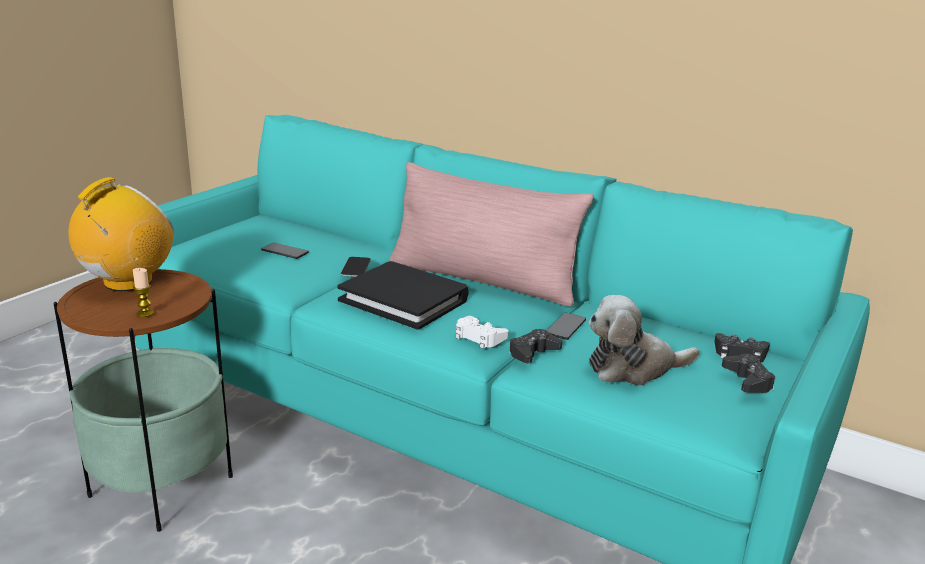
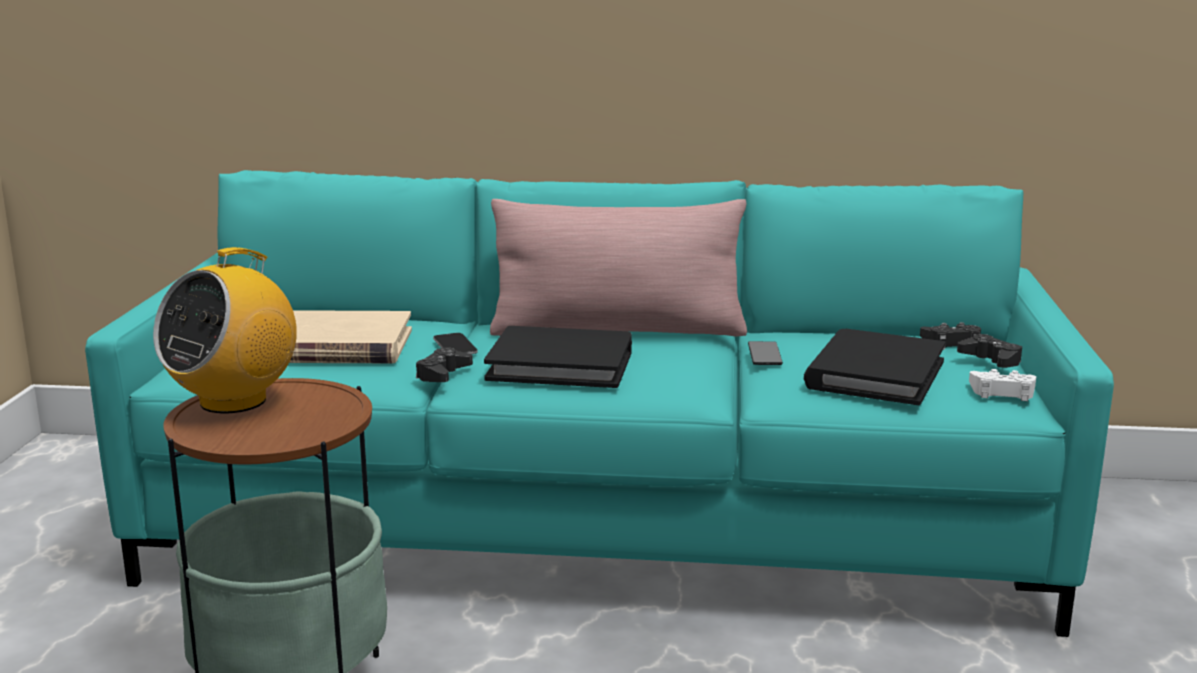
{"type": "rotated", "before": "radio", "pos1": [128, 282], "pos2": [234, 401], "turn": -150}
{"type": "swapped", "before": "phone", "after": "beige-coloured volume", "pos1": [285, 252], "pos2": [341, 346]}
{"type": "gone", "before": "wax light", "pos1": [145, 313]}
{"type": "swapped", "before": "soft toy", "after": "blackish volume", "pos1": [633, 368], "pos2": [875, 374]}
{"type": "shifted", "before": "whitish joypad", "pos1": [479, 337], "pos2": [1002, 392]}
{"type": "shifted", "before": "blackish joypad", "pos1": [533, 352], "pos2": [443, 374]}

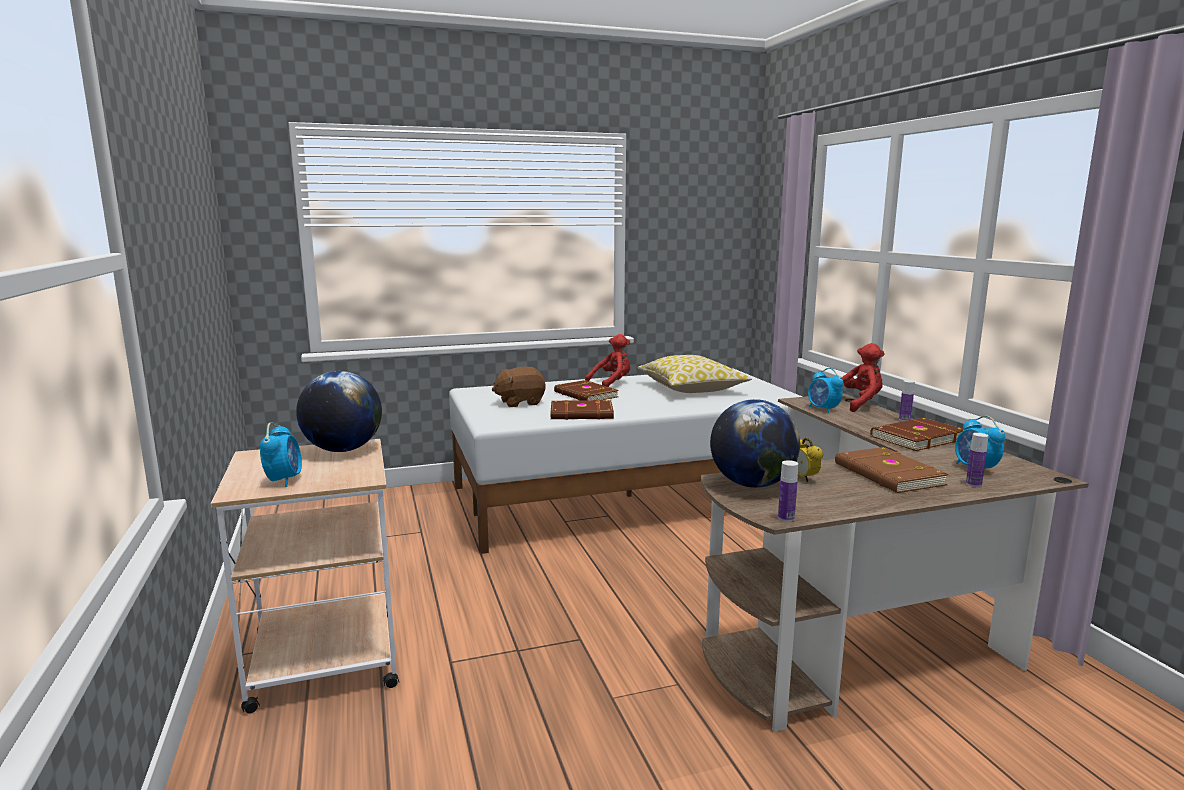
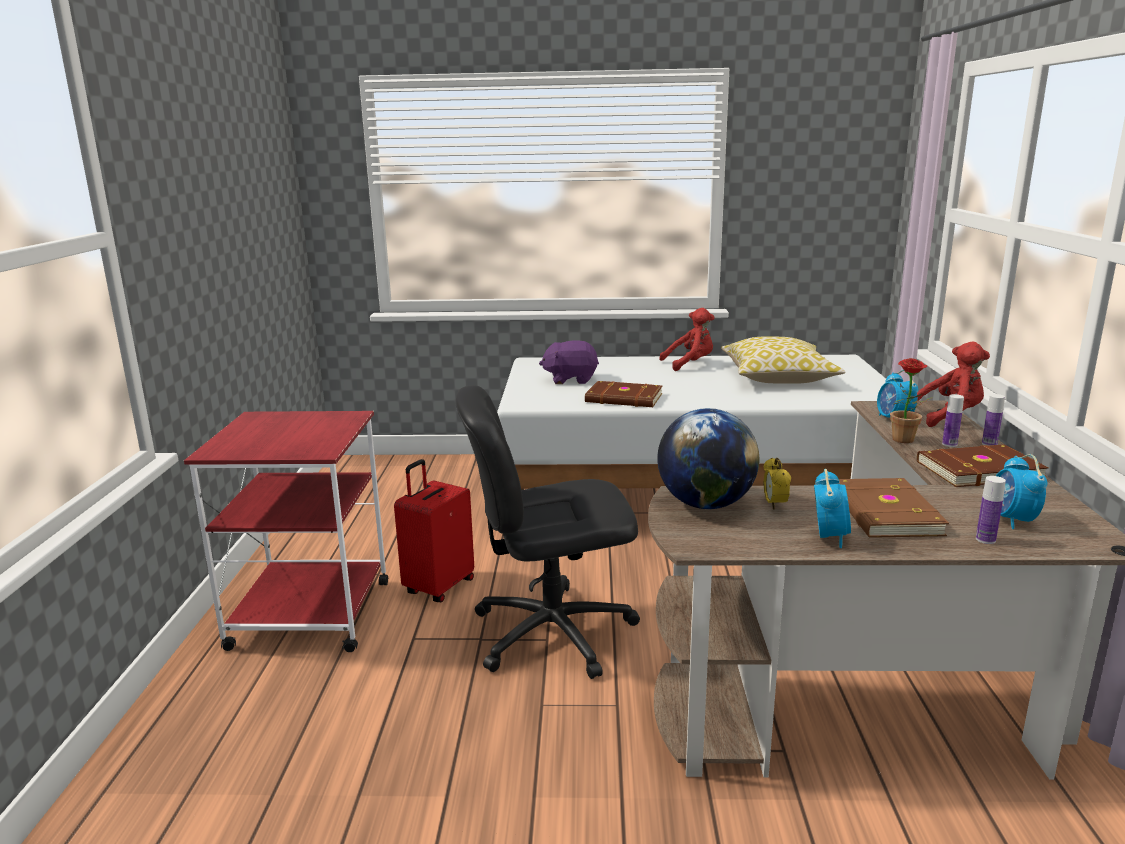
{"type": "repainted", "before": "brown-coloured soft toy", "after": "purplish soft toy", "pos1": [520, 402], "pos2": [570, 379]}
{"type": "gone", "before": "world globe", "pos1": [343, 450]}
{"type": "gone", "before": "brown-coloured volume", "pos1": [585, 395]}
{"type": "shifted", "before": "alarm clock", "pos1": [284, 480], "pos2": [829, 537]}
{"type": "repainted", "before": "beige-coloured trolley", "after": "red trolley", "pos1": [325, 657], "pos2": [311, 612]}
{"type": "shifted", "before": "beverage bottle", "pos1": [786, 518], "pos2": [949, 444]}
{"type": "new", "after": "plant in a pot", "pos2": [905, 441]}
{"type": "new", "after": "blackish desk chair", "pos2": [552, 632]}
{"type": "new", "after": "red suitcase", "pos2": [438, 587]}

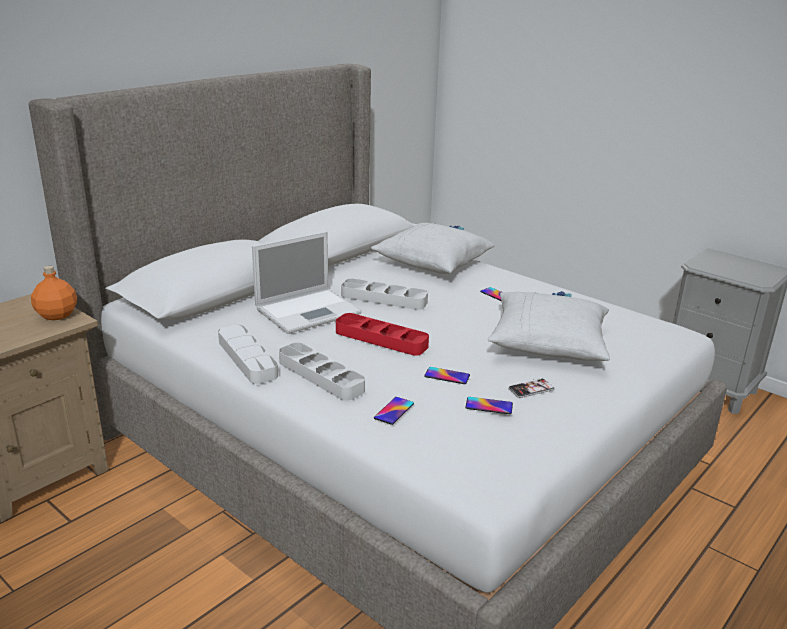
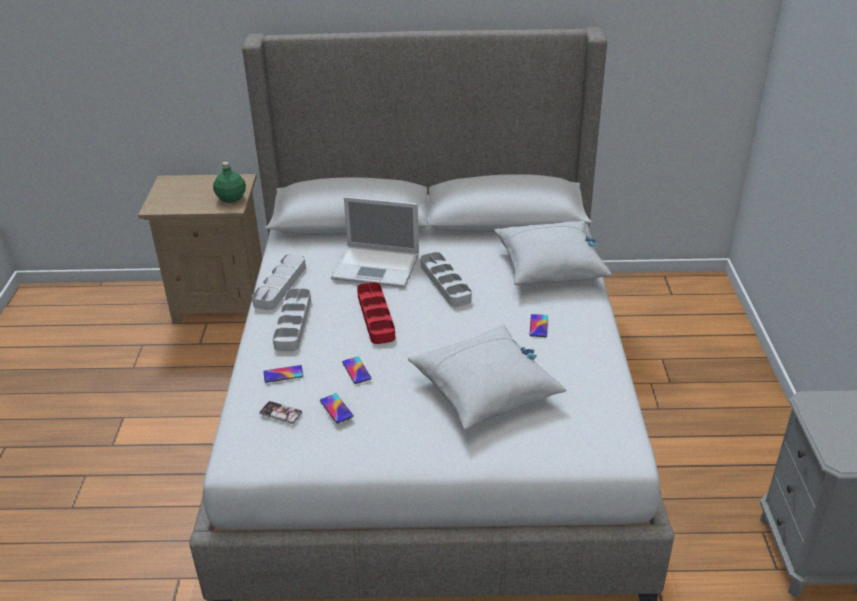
{"type": "repainted", "before": "orange-coloured beverage bottle", "after": "greenish beverage bottle", "pos1": [56, 315], "pos2": [231, 198]}
{"type": "shifted", "before": "phone", "pos1": [531, 389], "pos2": [281, 413]}

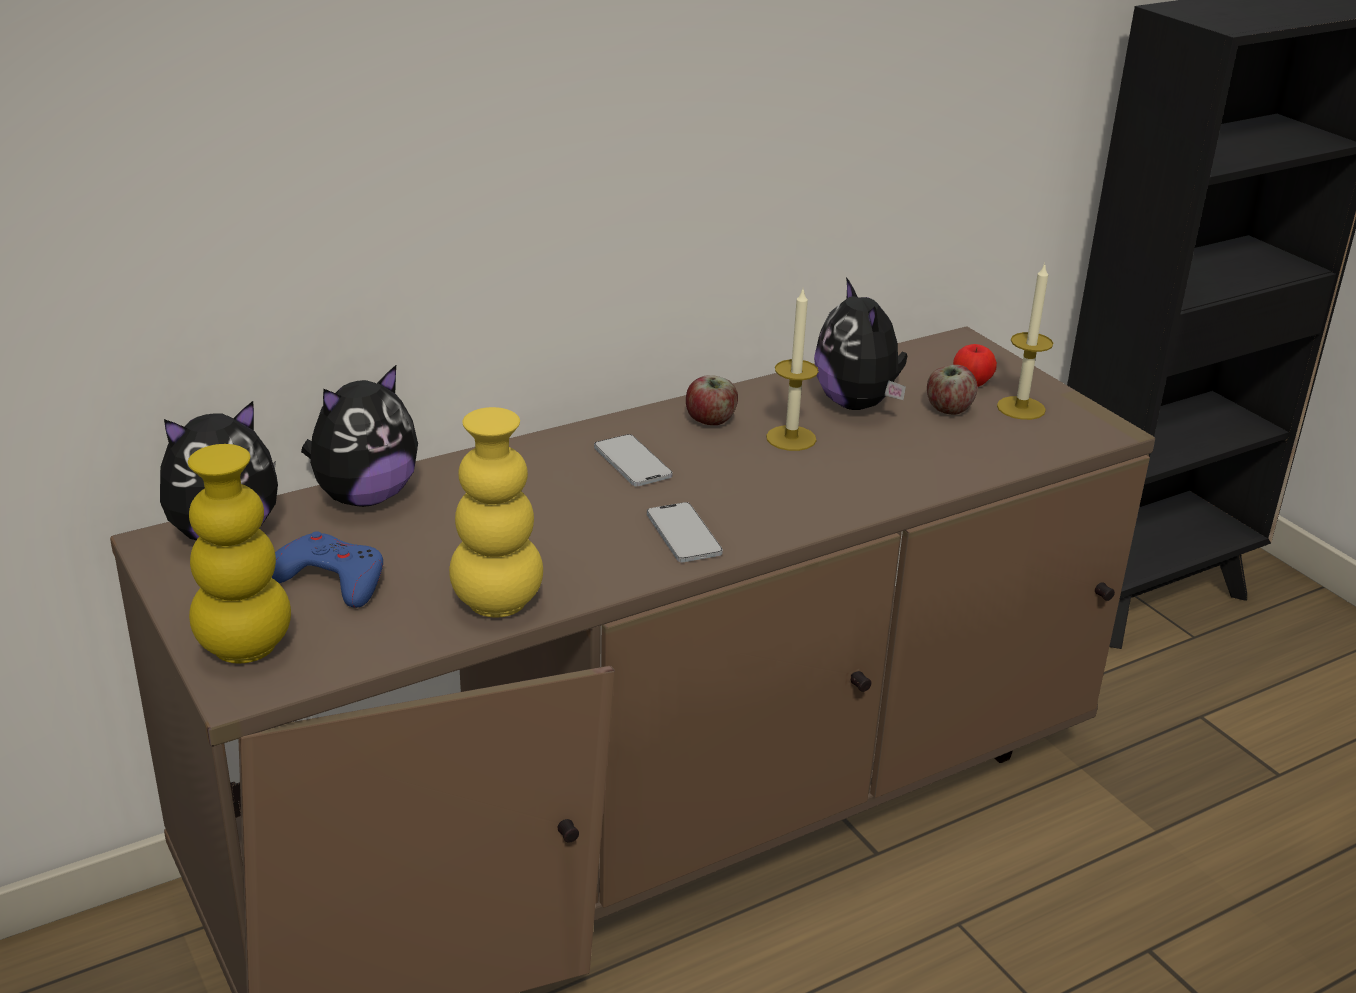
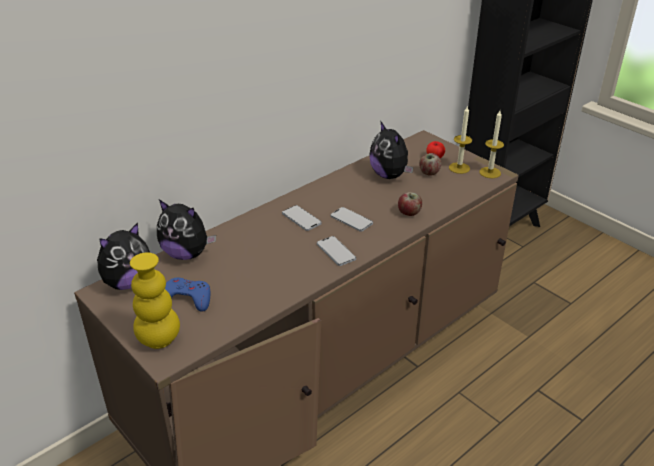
{"type": "shifted", "before": "wax light", "pos1": [791, 438], "pos2": [490, 172]}
{"type": "rotated", "before": "soft toy", "pos1": [364, 497], "pos2": [186, 254], "turn": 75}
{"type": "shifted", "before": "apple", "pos1": [710, 421], "pos2": [409, 213]}
{"type": "gone", "before": "yellowish decorative vase", "pos1": [497, 603]}
{"type": "new", "after": "phone", "pos2": [351, 220]}

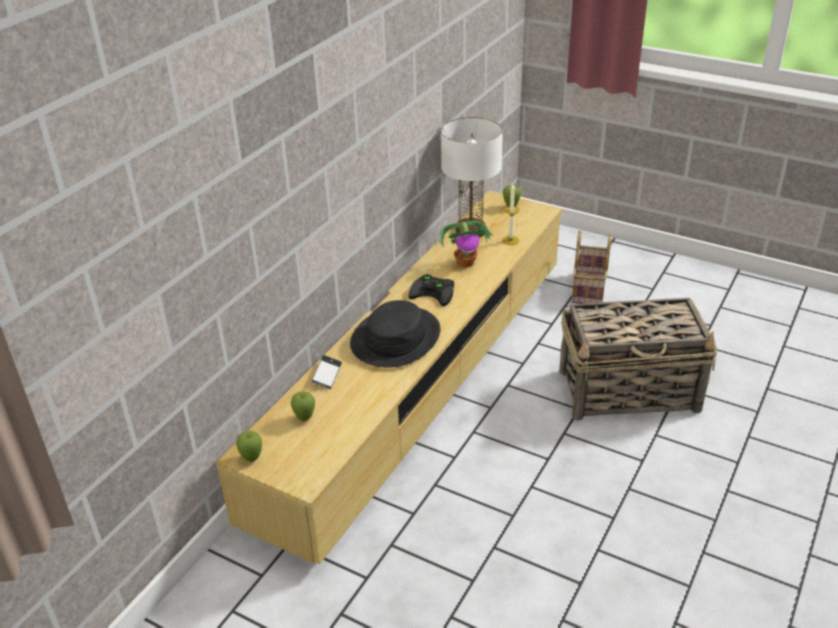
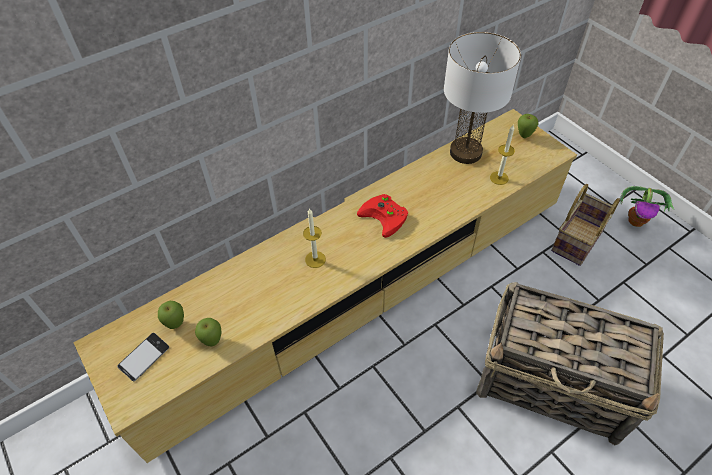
{"type": "shifted", "before": "plant in a pot", "pos1": [466, 262], "pos2": [636, 221]}
{"type": "repainted", "before": "blackish joypad", "after": "red joypad", "pos1": [435, 292], "pos2": [386, 217]}
{"type": "swapped", "before": "blackish clothing hat", "after": "wax light", "pos1": [395, 338], "pos2": [315, 259]}
{"type": "shifted", "before": "phone", "pos1": [327, 375], "pos2": [145, 358]}
{"type": "shifted", "before": "apple", "pos1": [252, 459], "pos2": [213, 341]}

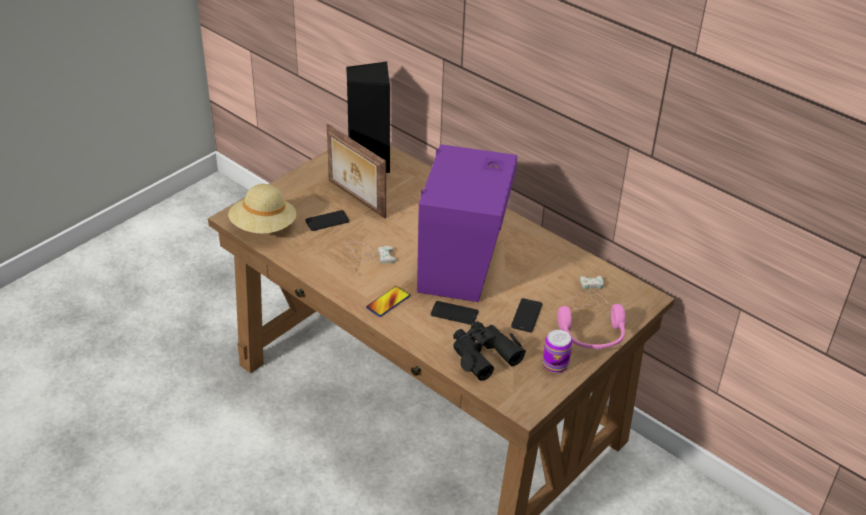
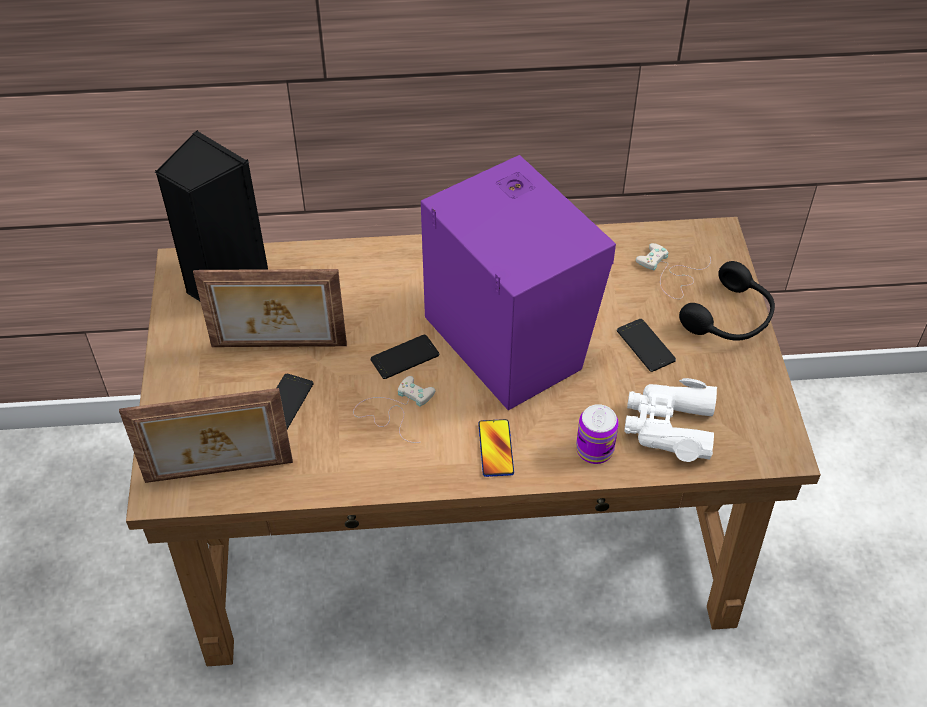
{"type": "swapped", "before": "beige-coloured clothing hat", "after": "photo frame", "pos1": [263, 227], "pos2": [219, 473]}
{"type": "shifted", "before": "phone", "pos1": [454, 313], "pos2": [405, 357]}
{"type": "repainted", "before": "pink-coloured pair of headphones", "after": "blackish pair of headphones", "pos1": [592, 336], "pos2": [730, 318]}
{"type": "repainted", "before": "blackish field glasses", "after": "whitish field glasses", "pos1": [483, 354], "pos2": [669, 426]}
{"type": "shifted", "before": "sealed can", "pos1": [555, 364], "pos2": [594, 450]}

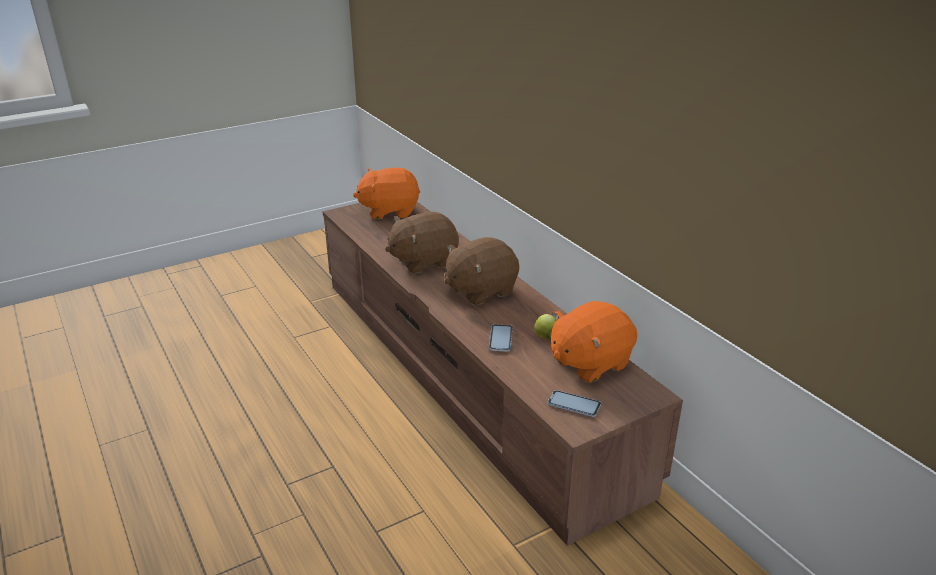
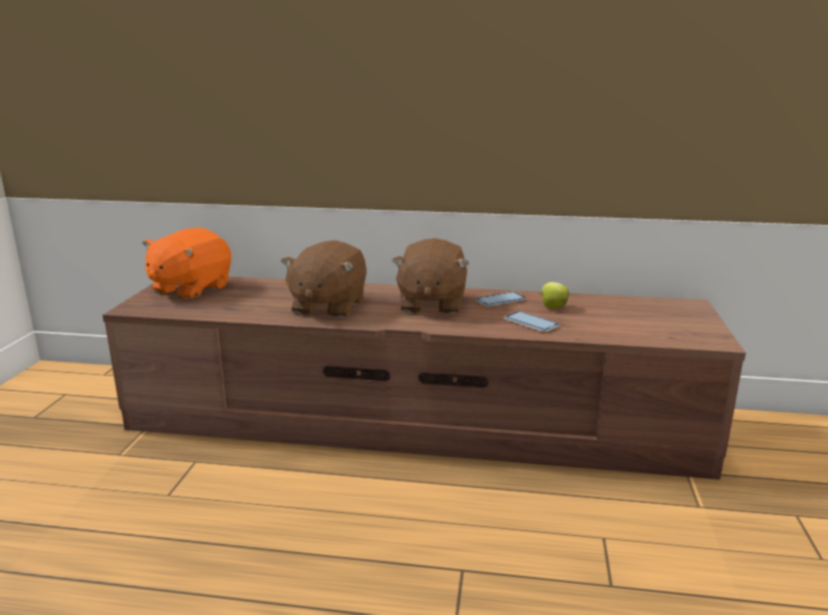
{"type": "gone", "before": "orange-coloured soft toy", "pos1": [589, 362]}
{"type": "shifted", "before": "phone", "pos1": [574, 404], "pos2": [500, 300]}

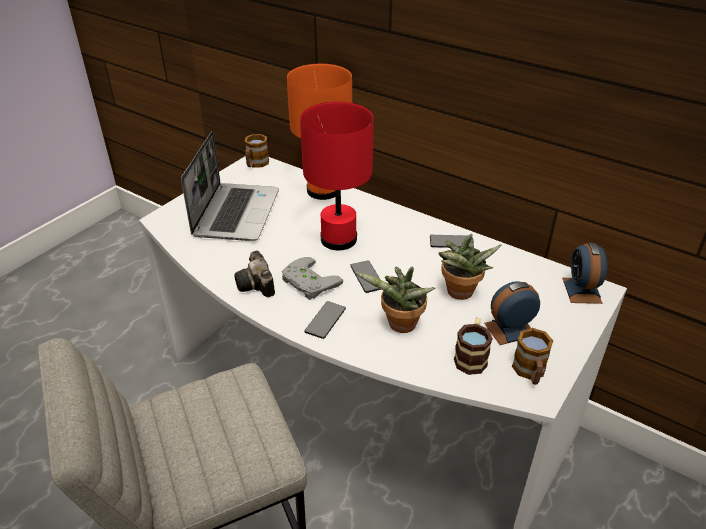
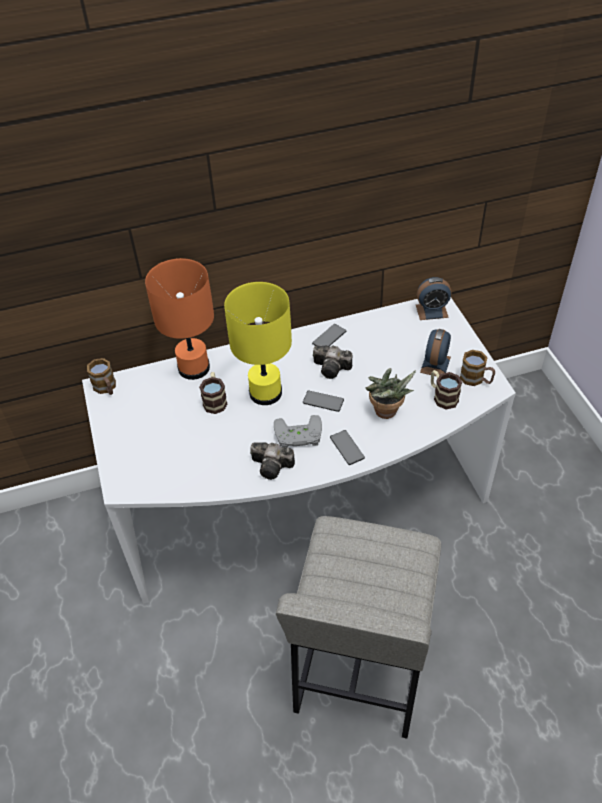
{"type": "repainted", "before": "red table lamp", "after": "yellowish table lamp", "pos1": [338, 240], "pos2": [266, 393]}
{"type": "gone", "before": "portable computer", "pos1": [236, 213]}
{"type": "gone", "before": "plant in a pot", "pos1": [460, 294]}
{"type": "rotated", "before": "alarm clock", "pos1": [581, 290], "pos2": [431, 311], "turn": -45}
{"type": "new", "after": "still camera", "pos2": [333, 368]}
{"type": "new", "after": "mug", "pos2": [215, 400]}

